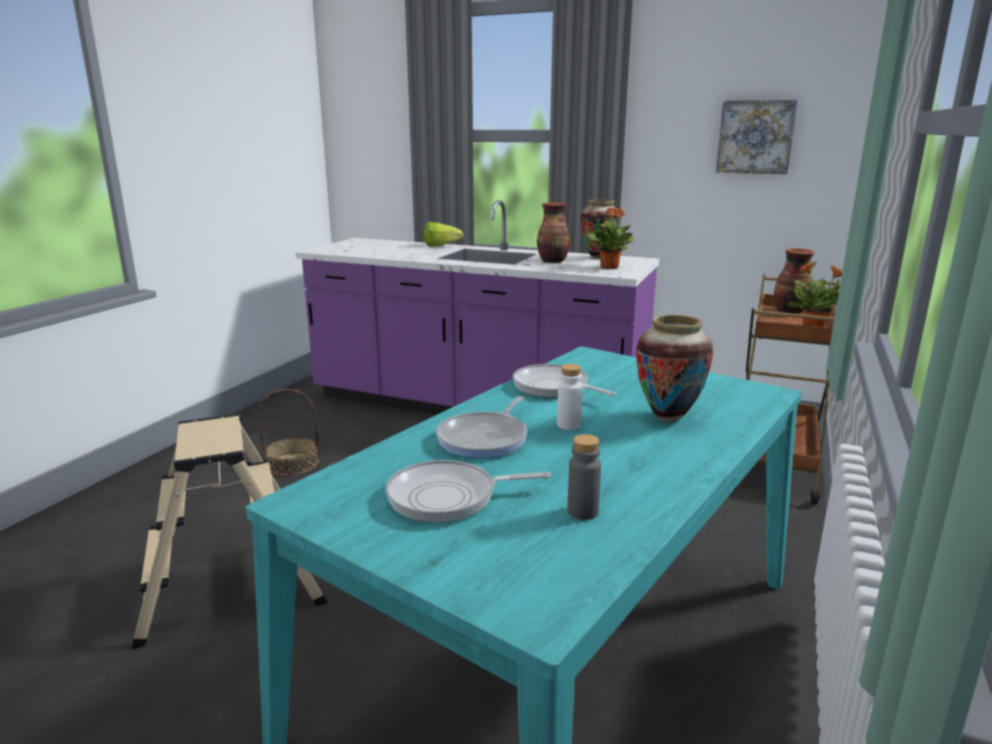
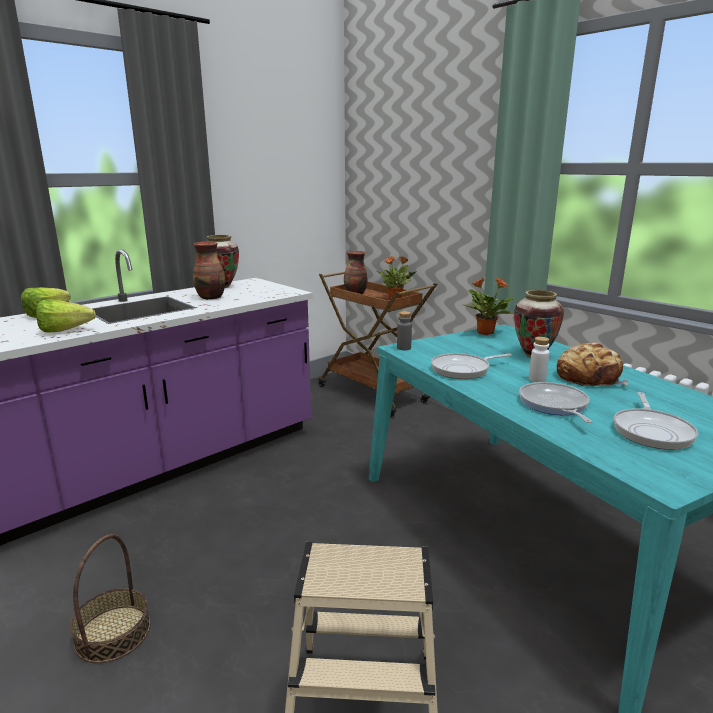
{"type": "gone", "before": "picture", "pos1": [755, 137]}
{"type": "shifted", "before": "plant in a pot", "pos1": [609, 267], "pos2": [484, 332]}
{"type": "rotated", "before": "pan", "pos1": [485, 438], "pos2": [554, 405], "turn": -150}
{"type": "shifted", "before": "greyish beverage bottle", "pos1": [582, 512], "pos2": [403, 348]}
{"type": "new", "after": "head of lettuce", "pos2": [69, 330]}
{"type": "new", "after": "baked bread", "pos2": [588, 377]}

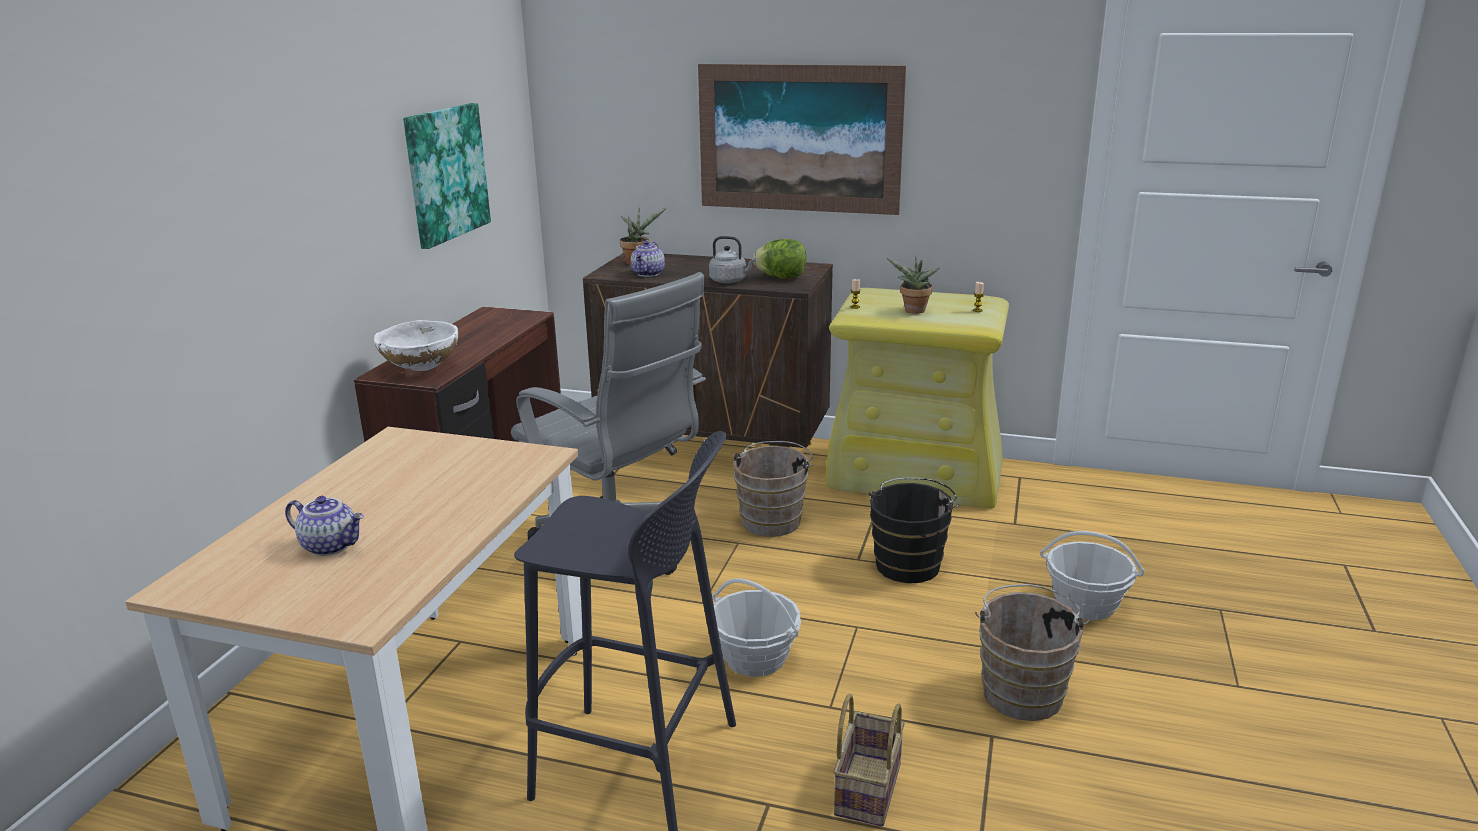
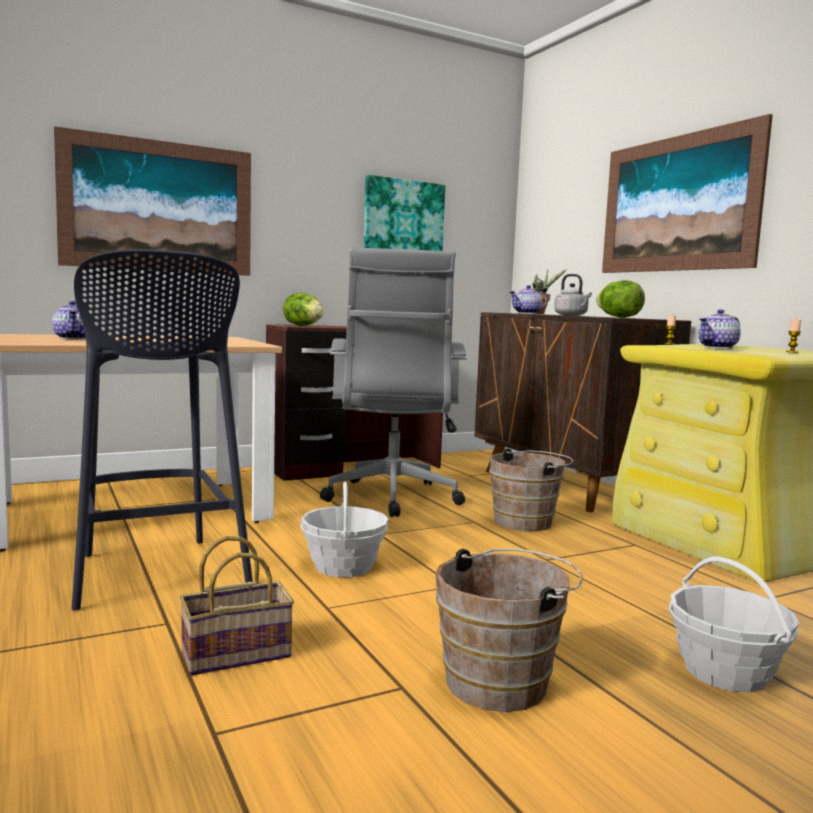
{"type": "swapped", "before": "plant in a pot", "after": "teapot", "pos1": [913, 311], "pos2": [718, 347]}
{"type": "swapped", "before": "whitish deep dish", "after": "head of lettuce", "pos1": [421, 370], "pos2": [303, 325]}
{"type": "gone", "before": "blackish water bucket", "pos1": [909, 563]}
{"type": "new", "after": "picture", "pos2": [158, 206]}

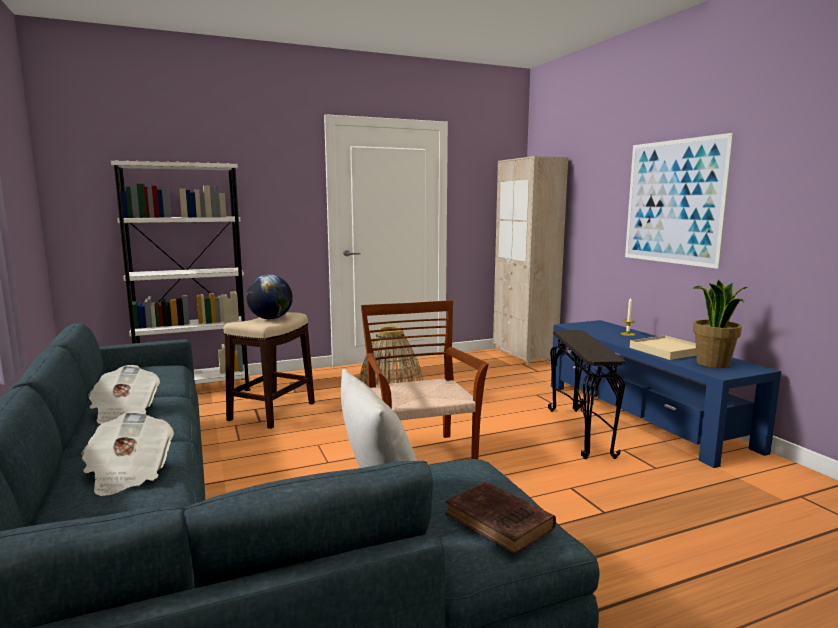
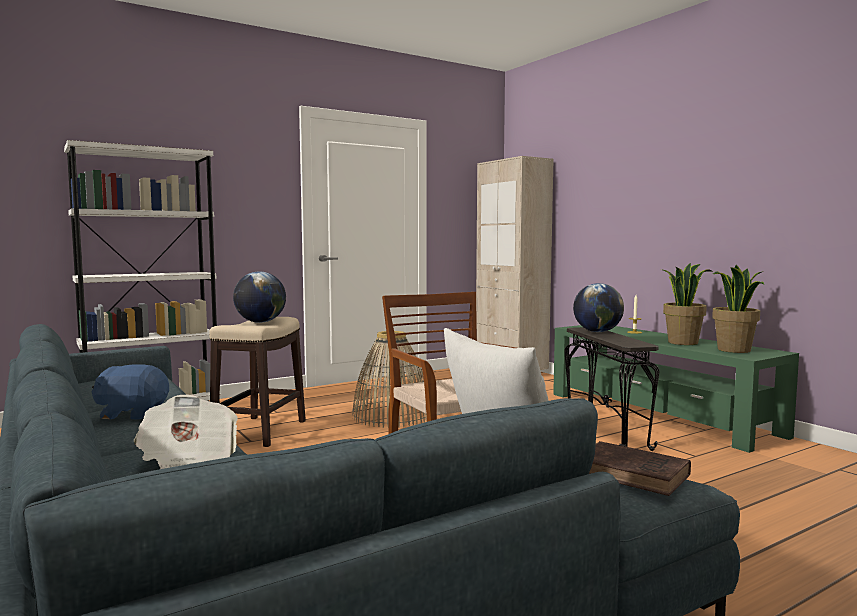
{"type": "gone", "before": "picture", "pos1": [673, 202]}
{"type": "repainted", "before": "bluish tv stand", "after": "greenish tv stand", "pos1": [642, 415], "pos2": [658, 414]}
{"type": "swapped", "before": "beige-coloured carrying tray", "after": "plant in a pot", "pos1": [666, 350], "pos2": [682, 342]}
{"type": "swapped", "before": "printed paper", "after": "bluish soft toy", "pos1": [124, 411], "pos2": [132, 414]}
{"type": "new", "after": "world globe", "pos2": [597, 332]}

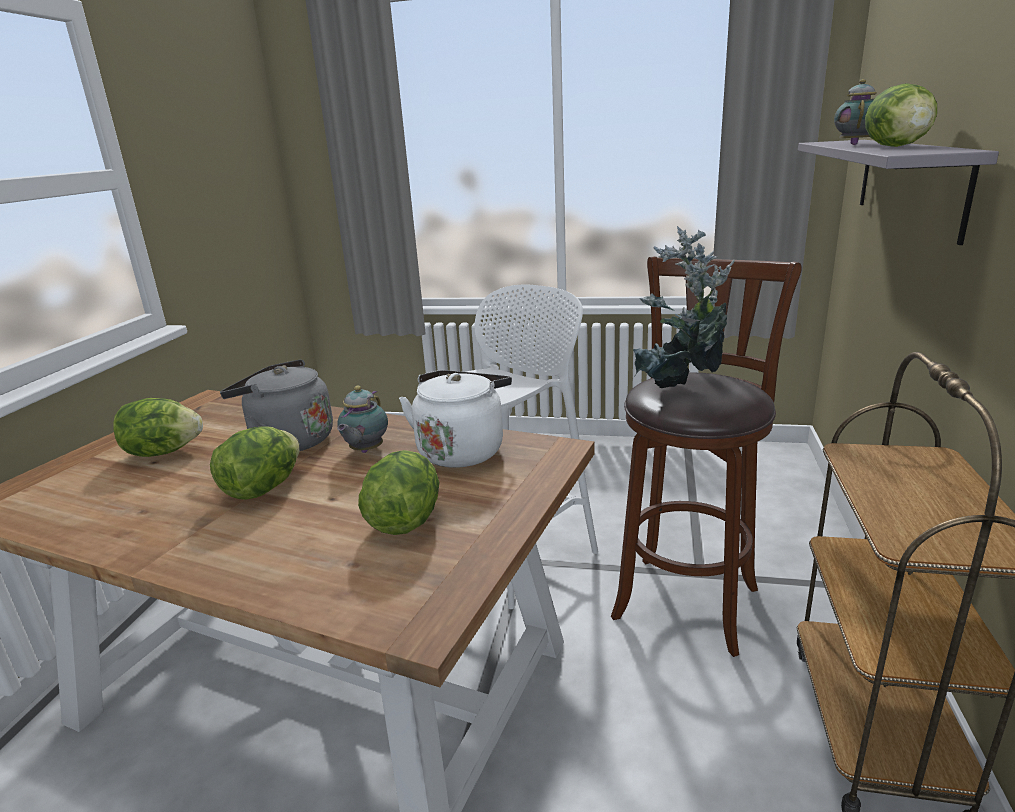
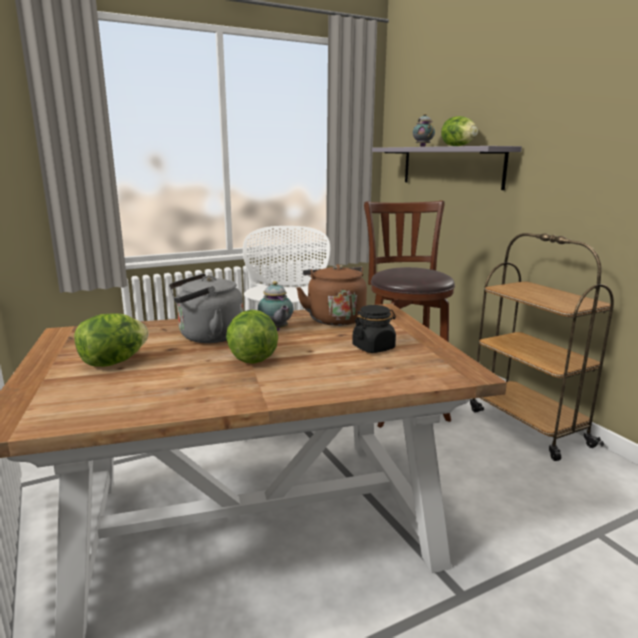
{"type": "gone", "before": "plant in a pot", "pos1": [681, 391]}
{"type": "repainted", "before": "whitish kettle", "after": "brown-coloured kettle", "pos1": [462, 450], "pos2": [334, 318]}
{"type": "swapped", "before": "head of lettuce", "after": "blackish storage jar", "pos1": [405, 520], "pos2": [373, 347]}

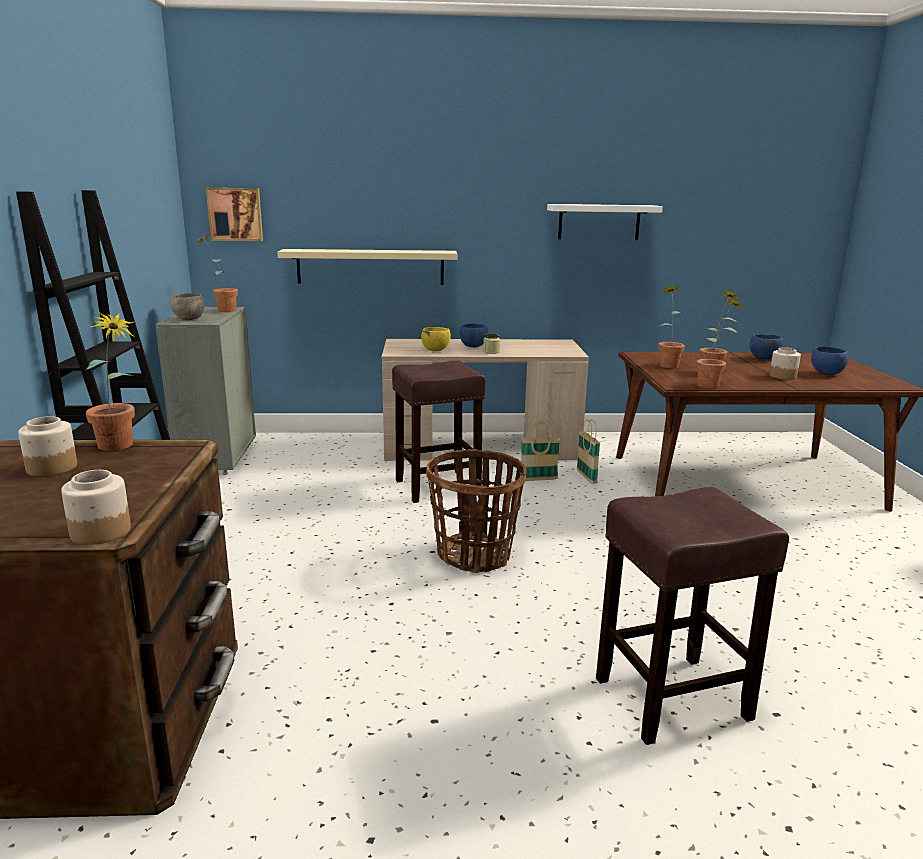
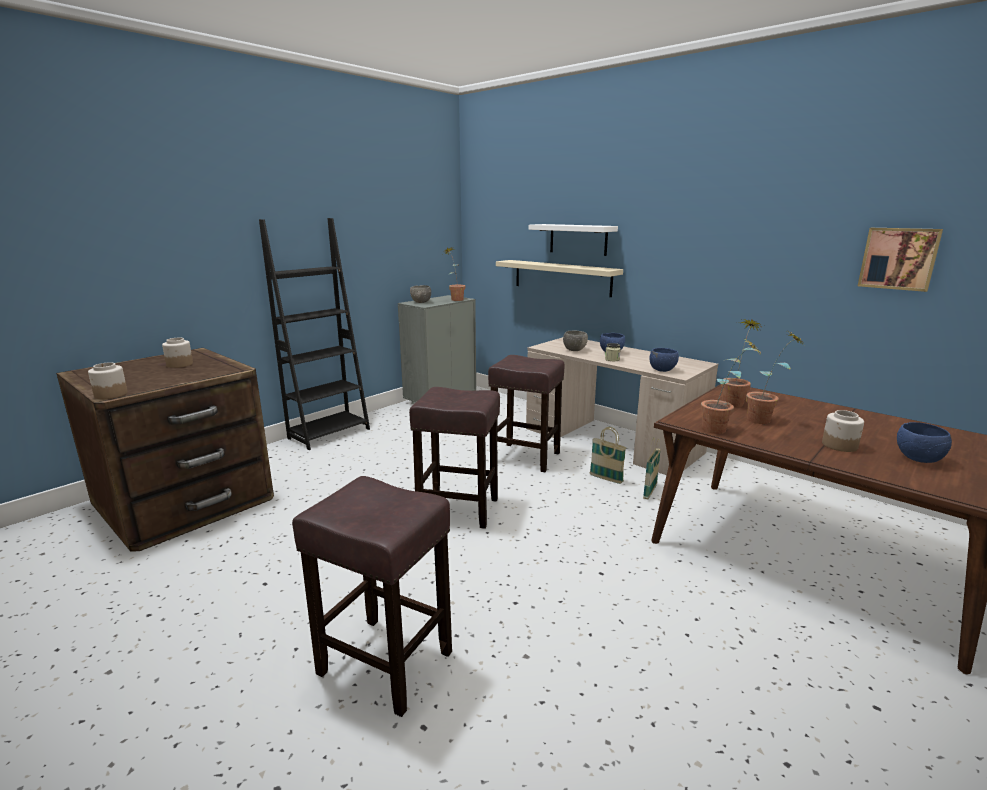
{"type": "shifted", "before": "picture", "pos1": [235, 214], "pos2": [898, 258]}
{"type": "shifted", "before": "whitish shelf", "pos1": [599, 222], "pos2": [578, 239]}
{"type": "gone", "before": "plant in a pot", "pos1": [120, 447]}
{"type": "repainted", "before": "yellowish deep dish", "after": "greyish deep dish", "pos1": [435, 350], "pos2": [574, 350]}
{"type": "shifted", "before": "bluish deep dish", "pos1": [763, 358], "pos2": [662, 370]}
{"type": "swapped", "before": "storage basket", "after": "brown-coloured stool seat", "pos1": [474, 555], "pos2": [460, 509]}

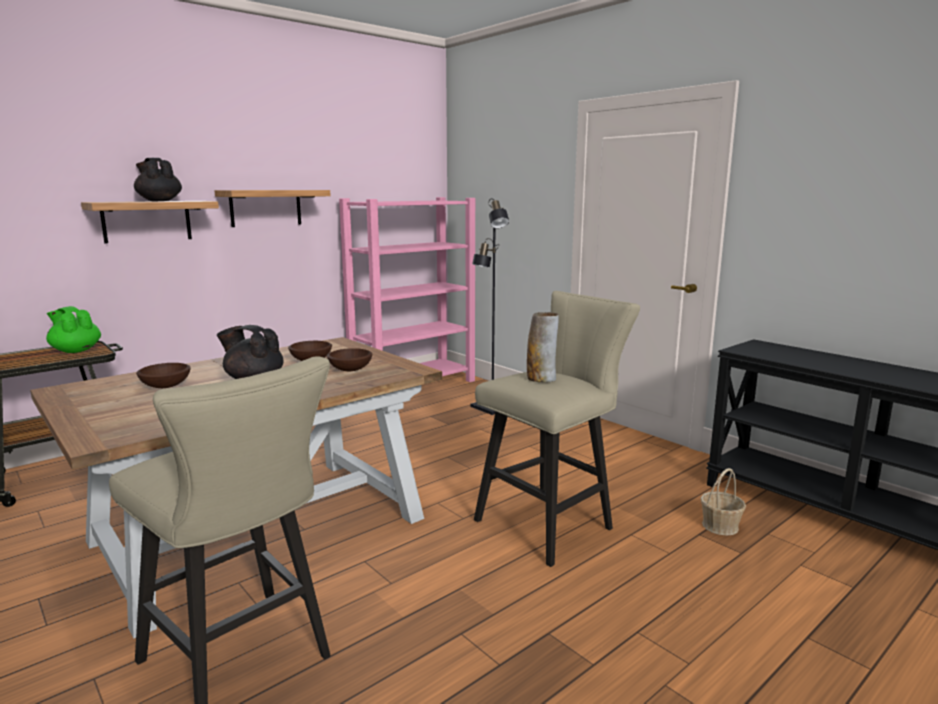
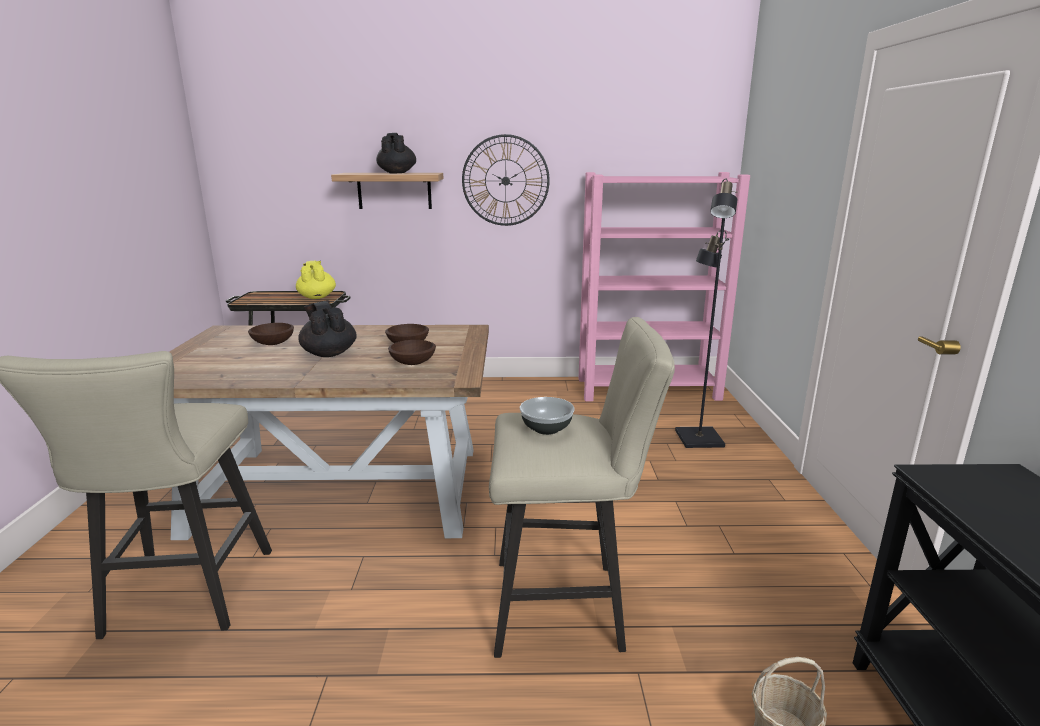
{"type": "swapped", "before": "shelf", "after": "hanging clock", "pos1": [266, 208], "pos2": [505, 181]}
{"type": "repainted", "before": "greenish teapot", "after": "yellowish teapot", "pos1": [76, 350], "pos2": [317, 297]}
{"type": "swapped", "before": "decorative vase", "after": "deep dish", "pos1": [541, 378], "pos2": [547, 429]}

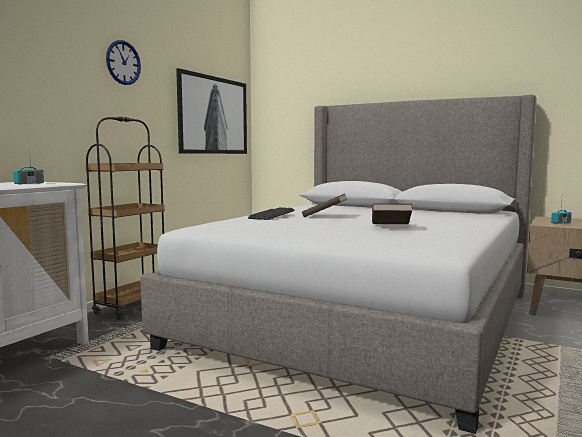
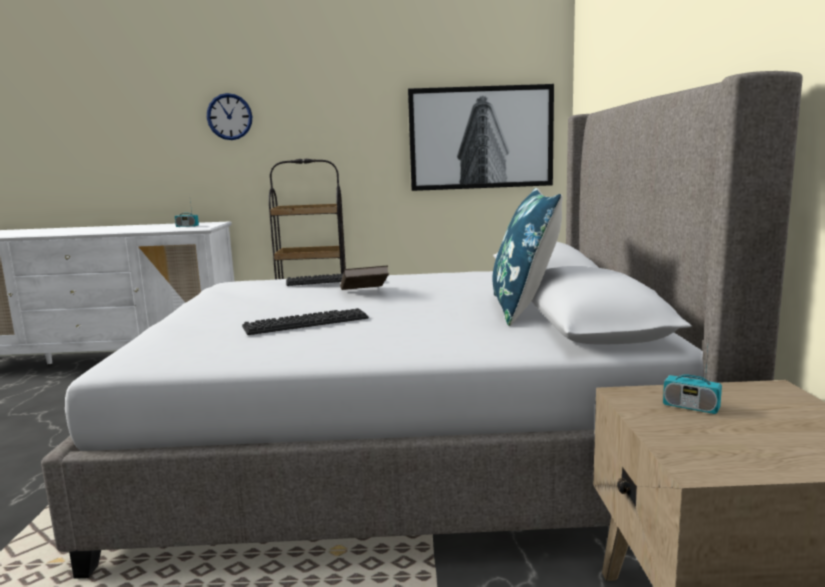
{"type": "shifted", "before": "hanging clock", "pos1": [123, 62], "pos2": [229, 116]}
{"type": "swapped", "before": "brown-coloured volume", "after": "computer keyboard", "pos1": [390, 227], "pos2": [306, 323]}
{"type": "new", "after": "bluish pillow", "pos2": [523, 309]}

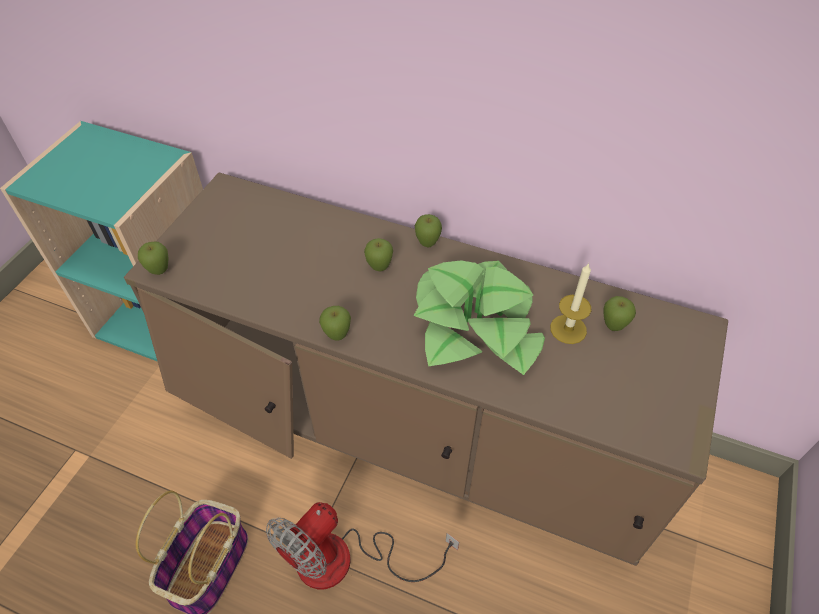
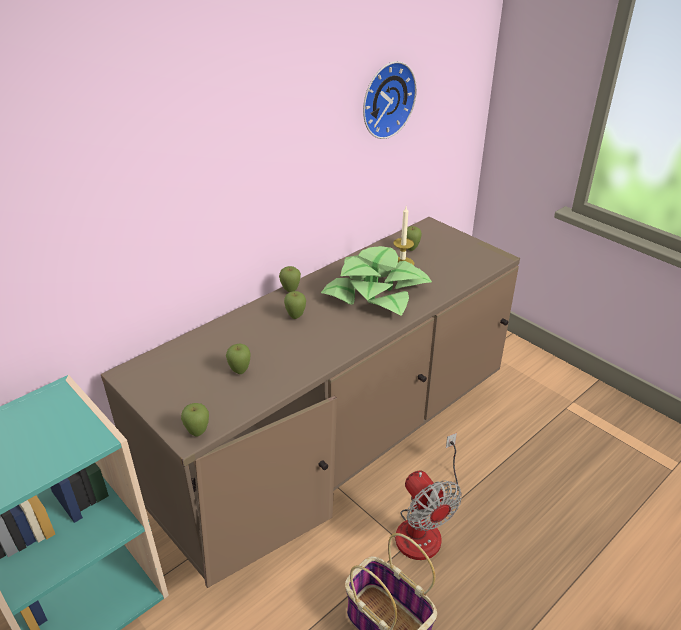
{"type": "shifted", "before": "apple", "pos1": [337, 336], "pos2": [240, 371]}
{"type": "new", "after": "hanging clock", "pos2": [385, 99]}

